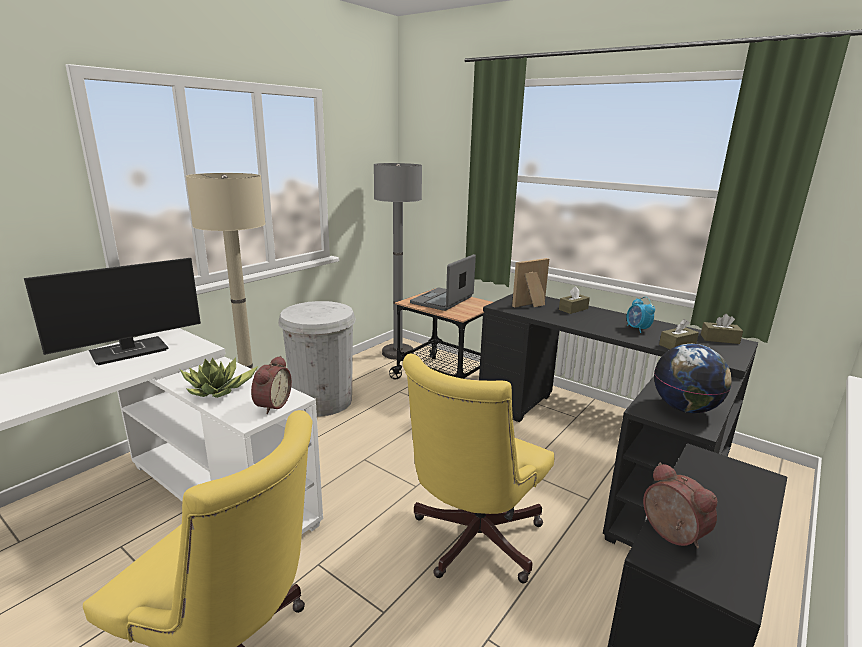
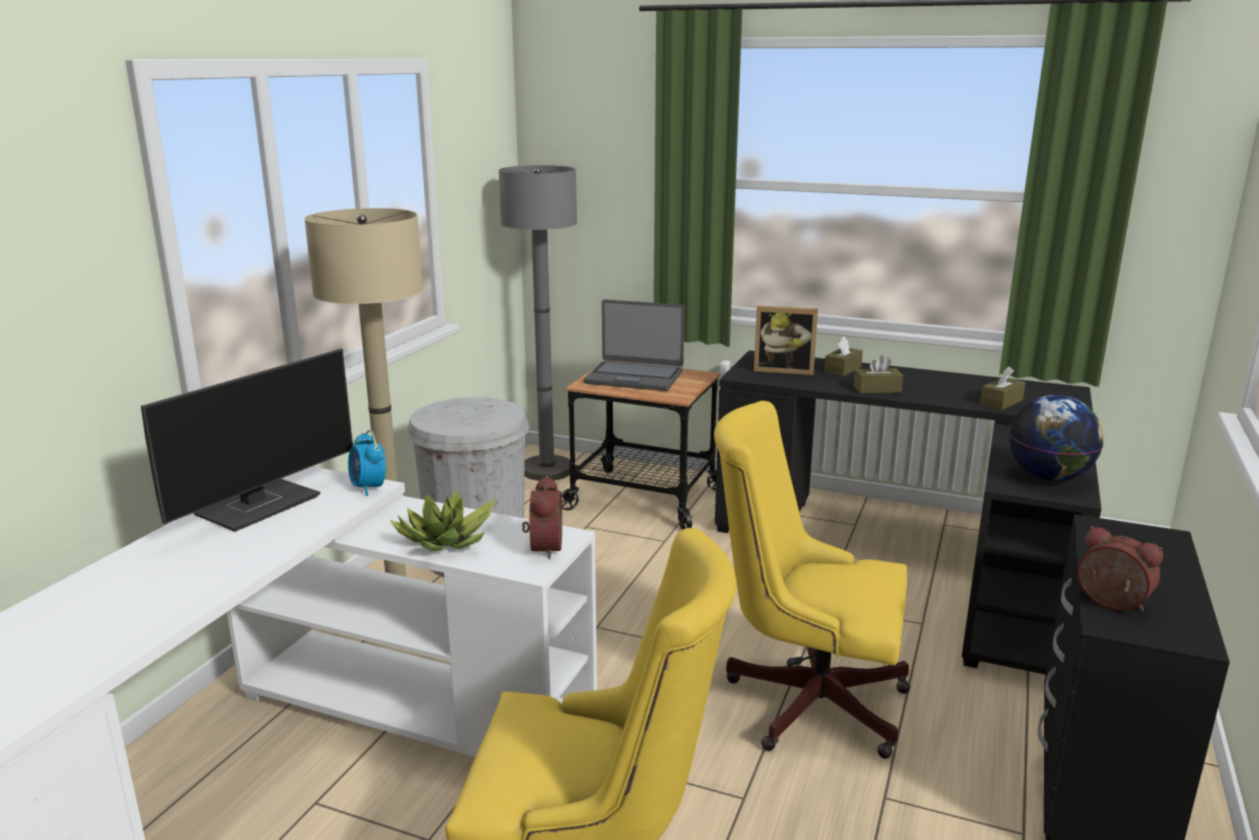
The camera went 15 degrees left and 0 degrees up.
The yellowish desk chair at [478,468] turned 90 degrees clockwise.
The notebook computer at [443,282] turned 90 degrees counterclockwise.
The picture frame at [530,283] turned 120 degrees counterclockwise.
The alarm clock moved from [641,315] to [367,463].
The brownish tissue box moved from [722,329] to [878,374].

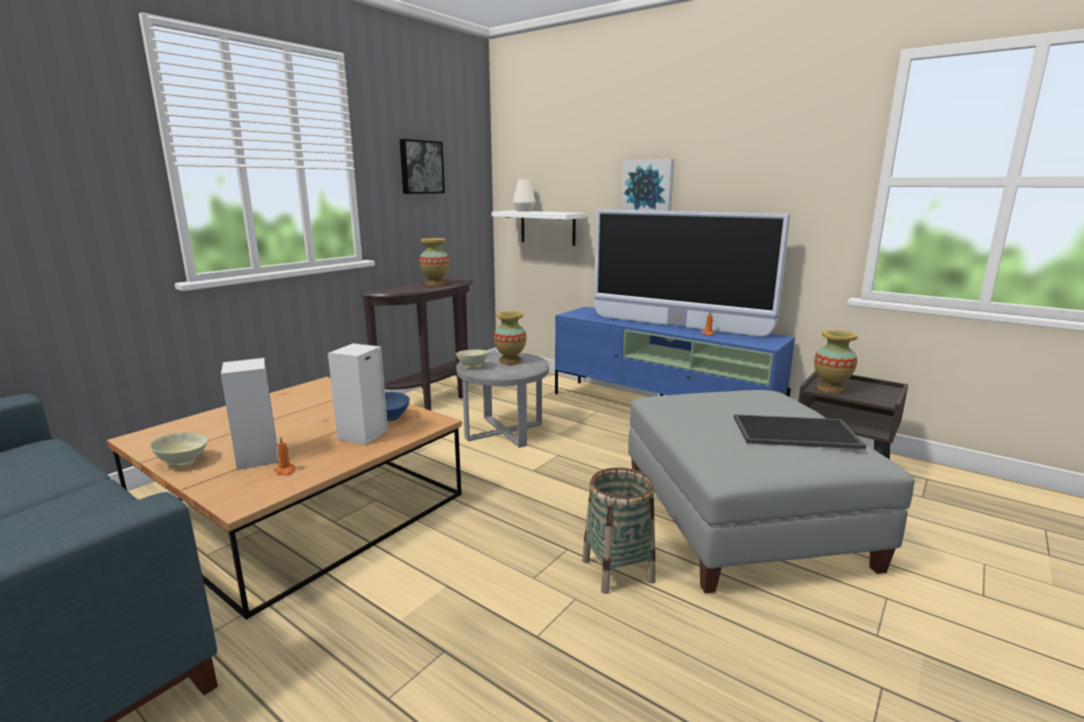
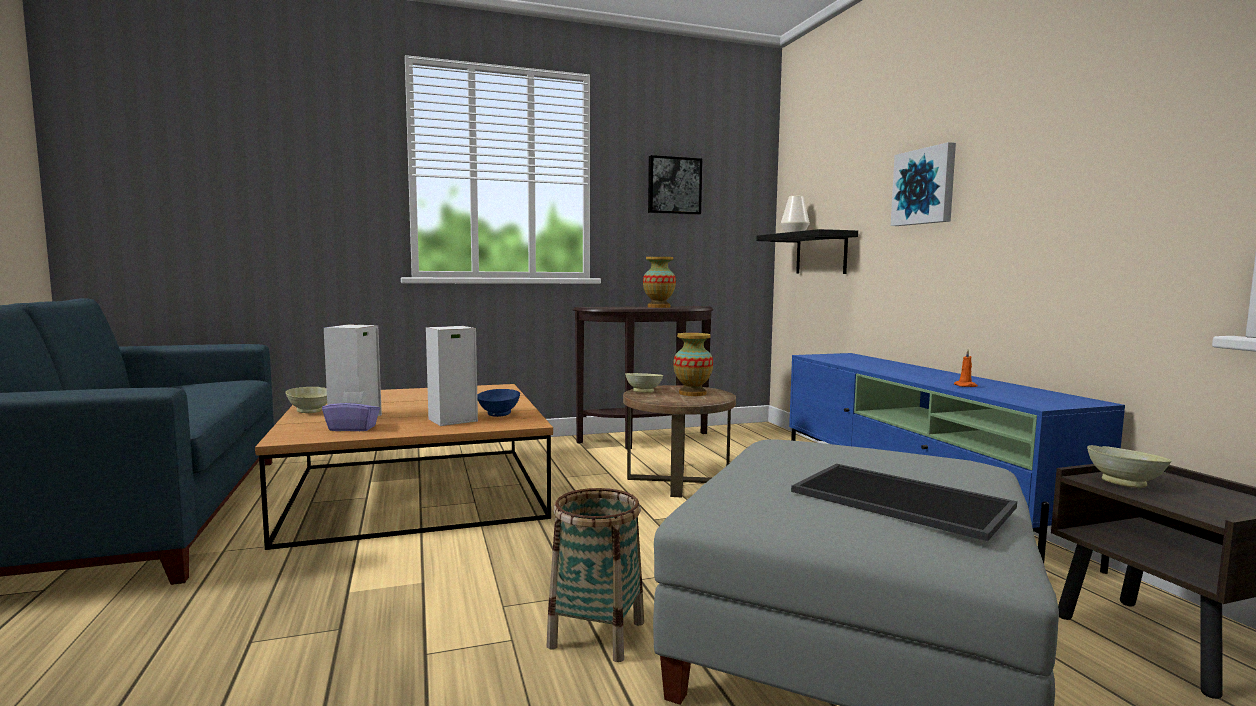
The camera went 35 degrees right and 10 degrees down.
The orange wax candle at [284,456] was replaced by the purple-coloured tissue box at [351,411].
The gray accent table at [502,400] became the brownish accent table at [679,441].
The whitish shelf at [539,228] became the black shelf at [807,251].
The TV set at [692,273] disappeared.
The vase at [836,361] was replaced by the beige bowl at [1129,466].

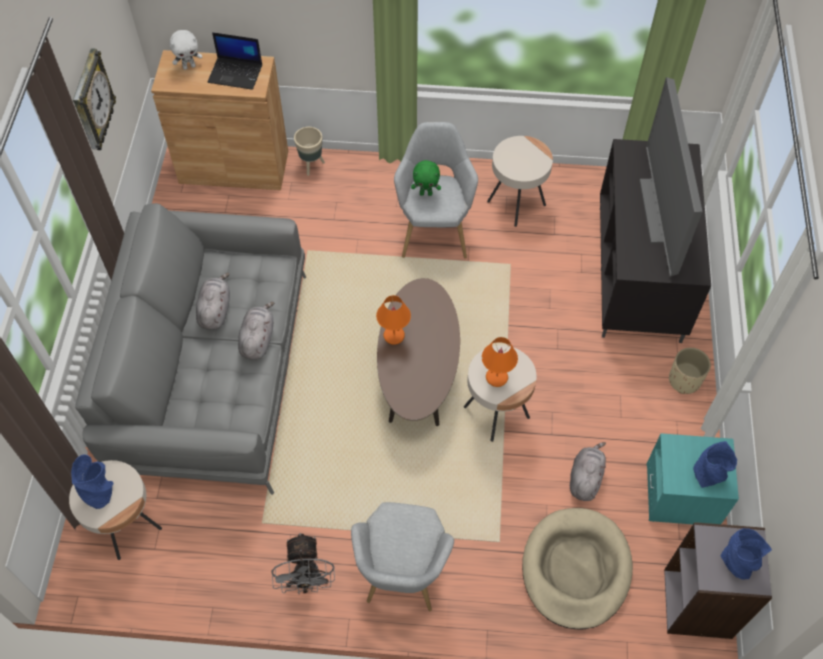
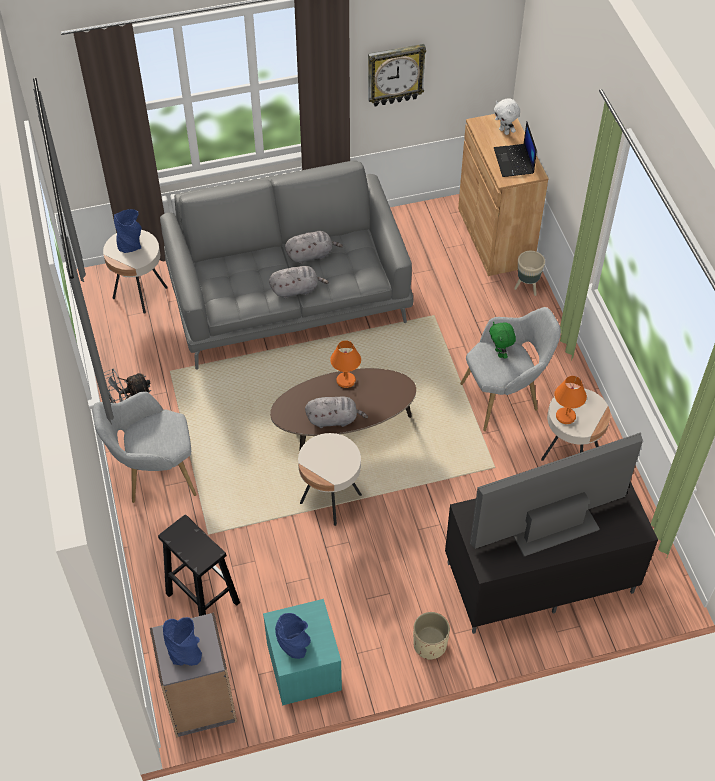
The camera went 70 degrees right and 5 degrees down.
The orange table lamp moved from [500,362] to [570,400].
The beige dog bed at [577,569] was replaced by the black sitting stool at [199,565].
The gray soft toy moved from [588,471] to [336,412].

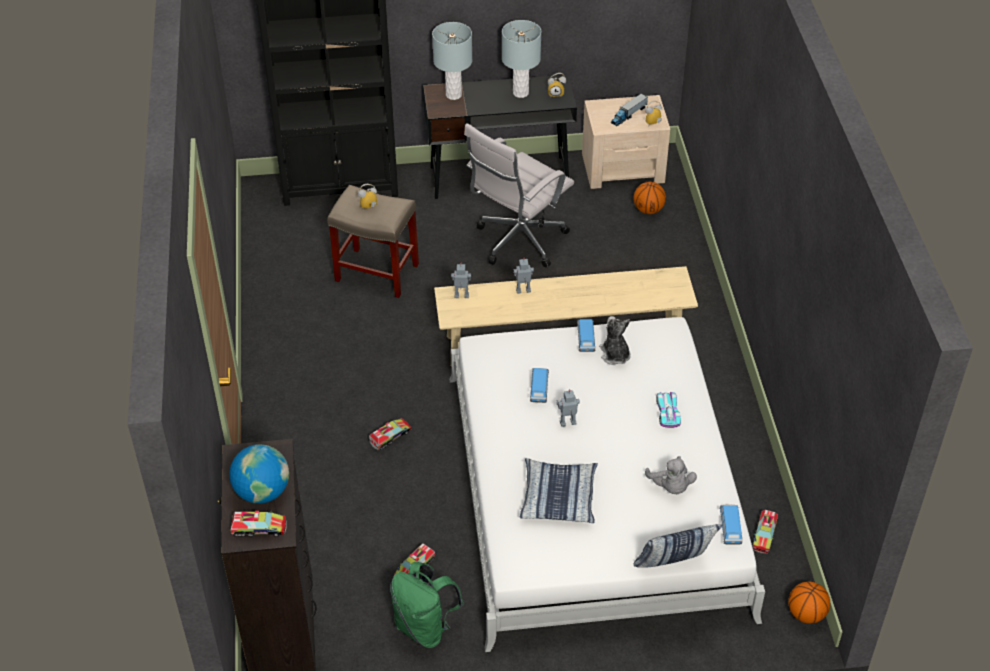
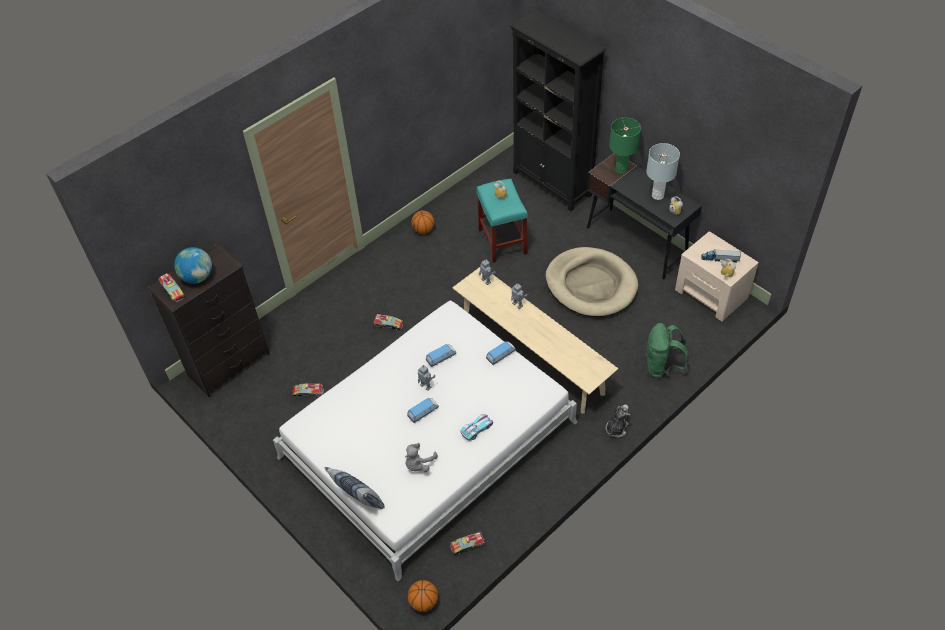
The camera went 55 degrees right and 5 degrees up.
The beige sitting stool at [373,241] became the blue-green sitting stool at [502,221].
The green-coloured backpack moved from [427,605] to [667,350].
The gray table lamp at [452,61] became the green-coloured table lamp at [625,145].
The whitish desk chair at [519,195] was replaced by the beige dog bed at [591,282].
The throw pillow at [559,490] disappeared.
The soft toy moved from [615,340] to [617,421].
The basketball ball moved from [650,198] to [422,222].
The miniature car moved from [731,525] to [423,410].

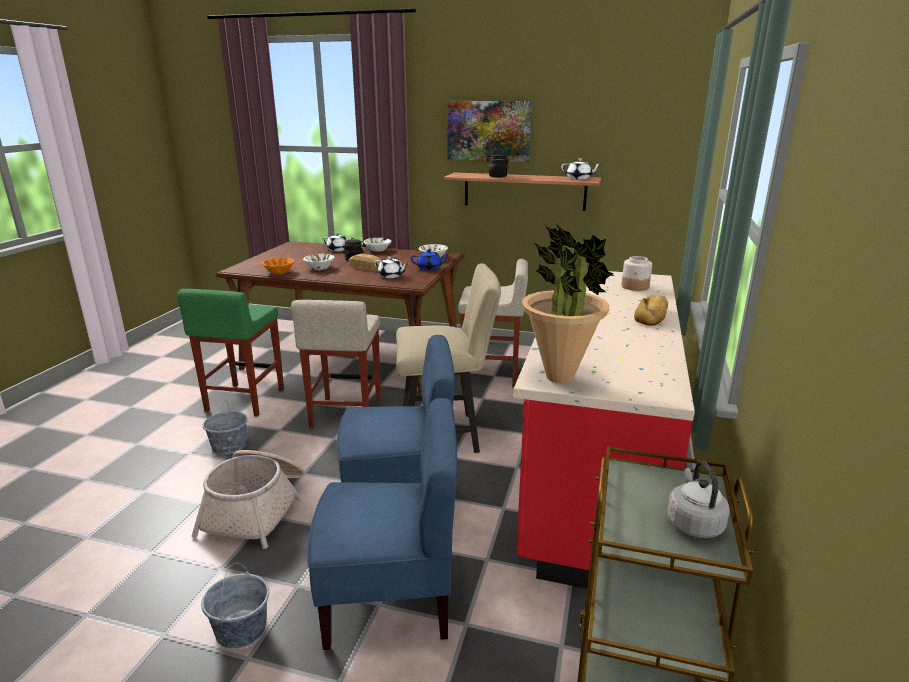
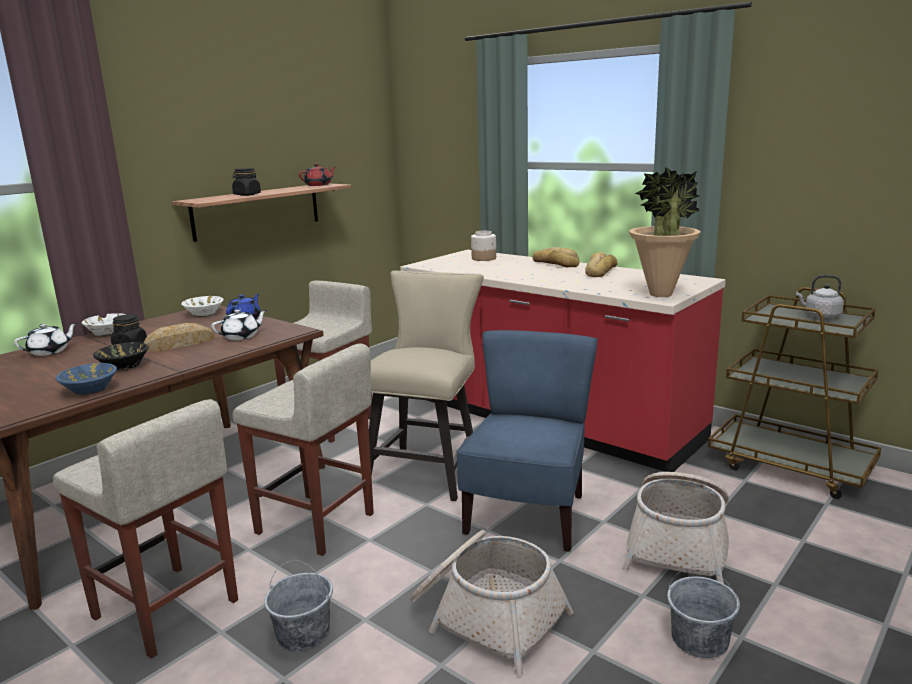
The camera went 65 degrees left and 5 degrees down.
The green-coloured sitting stool at [230,353] became the beige sitting stool at [145,529].
The orange bowl at [278,266] became the blue-coloured bowl at [86,379].
The whitish bowl at [319,262] became the black bowl at [121,356].
The blue-coloured plain chair at [382,524] was replaced by the storage basket at [676,528].
The wall picture at [489,131] disappeared.
The whitish teapot at [580,169] became the red-coloured teapot at [317,175].
The bakery bread at [601,264] appeared.

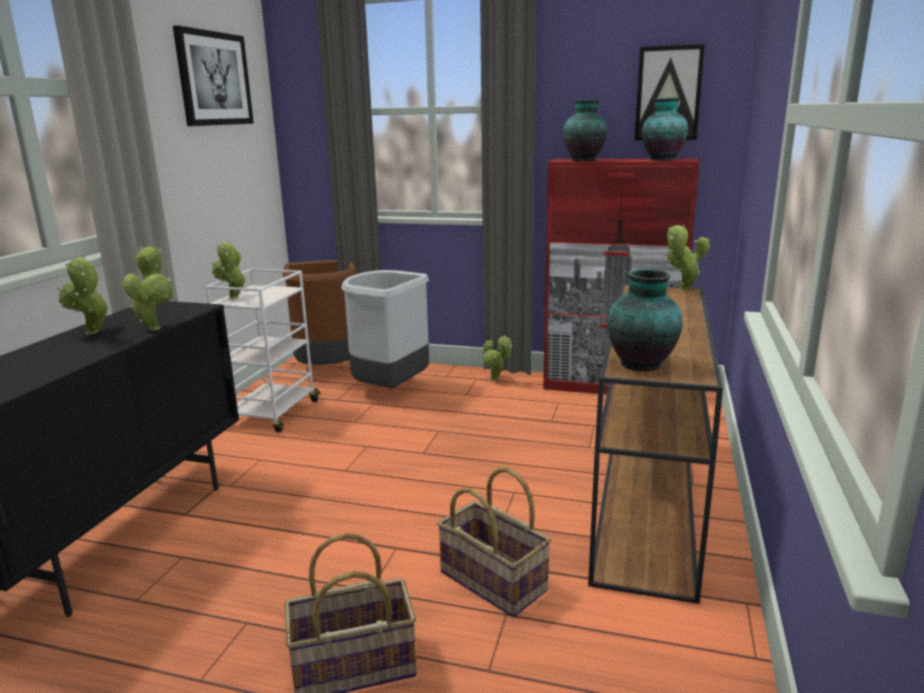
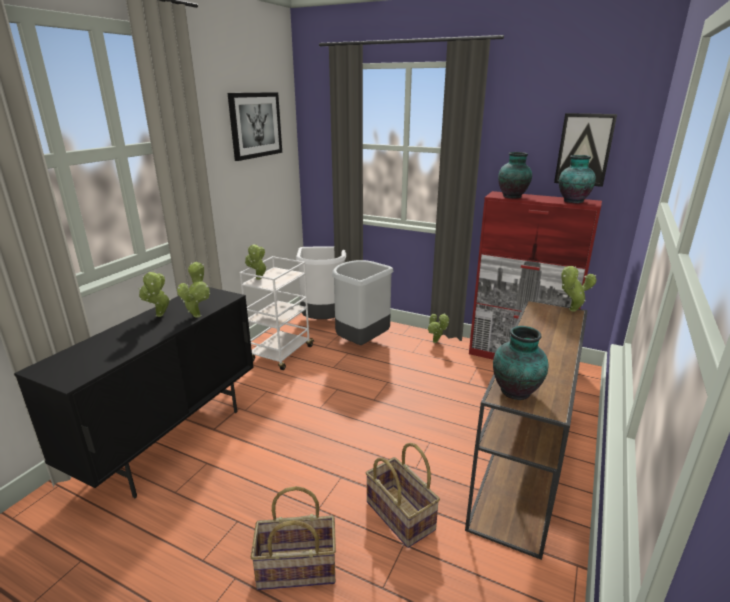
The camera went 10 degrees right and 5 degrees up.
The brownish rubbish bin at [320,312] became the whitish rubbish bin at [321,282].

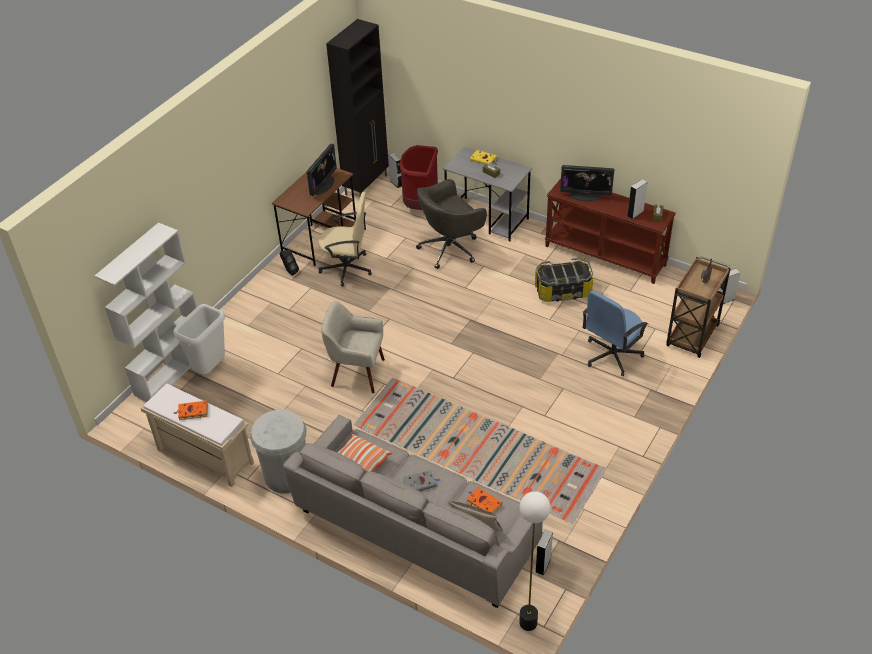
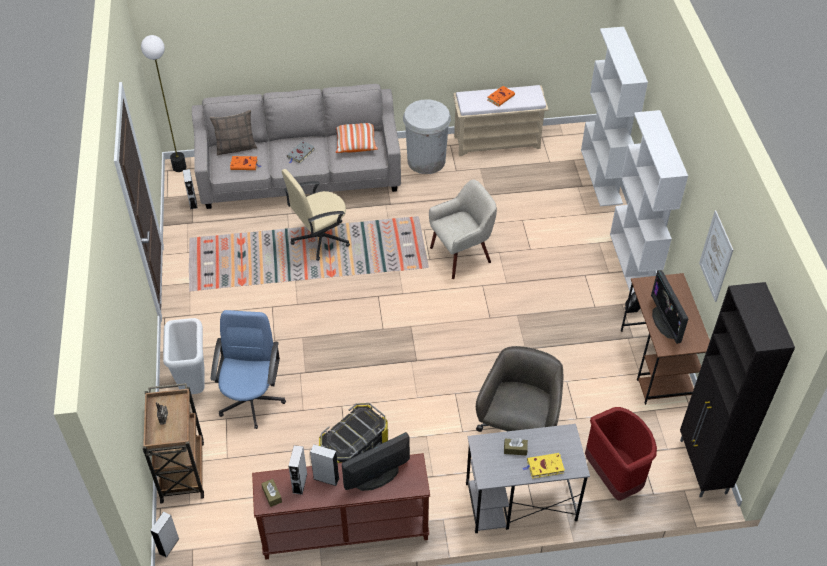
The camera went 140 degrees right and 5 degrees up.
The whitish rubbish bin moved from [199,339] to [184,356].
The beige desk chair moved from [345,239] to [316,215].
The gray loudspeaker moved from [395,170] to [324,465].
The whitish bookshelf at [649,202] appeared.
The wall picture at [716,256] appeared.

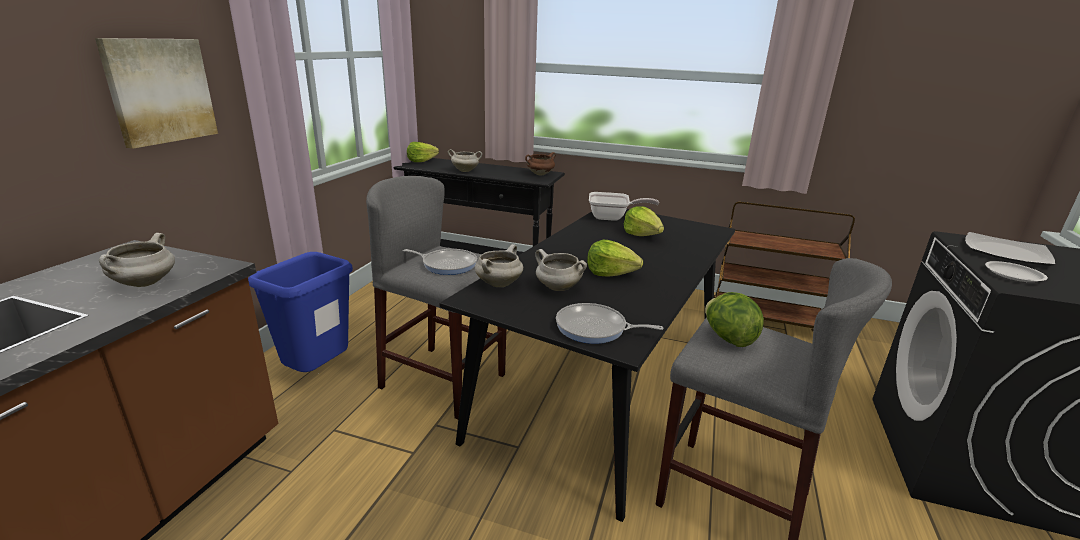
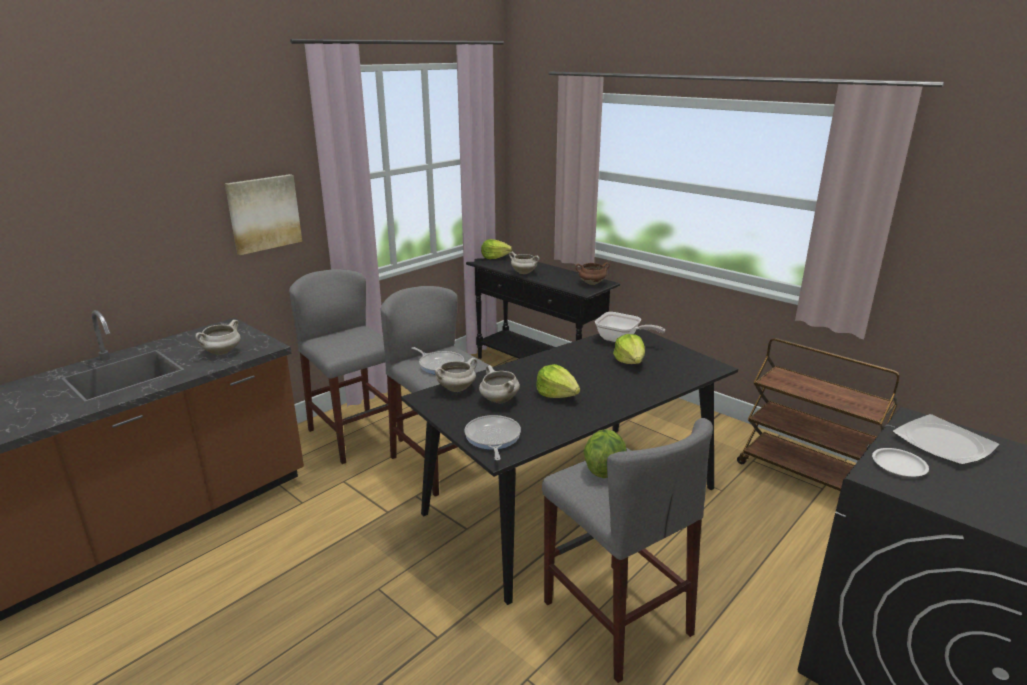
The camera went 25 degrees right and 0 degrees up.
The blue-coloured rubbish bin at [300,312] was replaced by the gray sitting stool at [346,366].
The pan at [610,323] turned 45 degrees clockwise.

